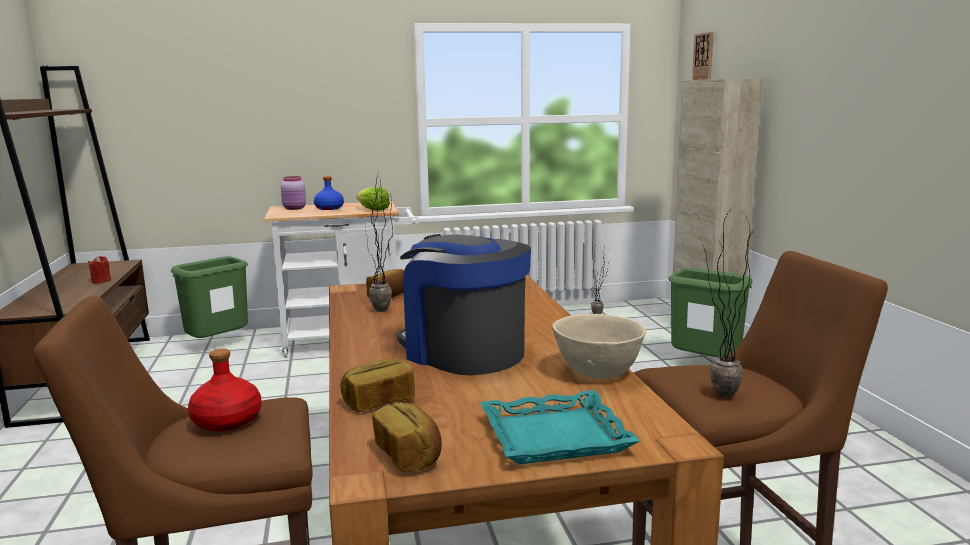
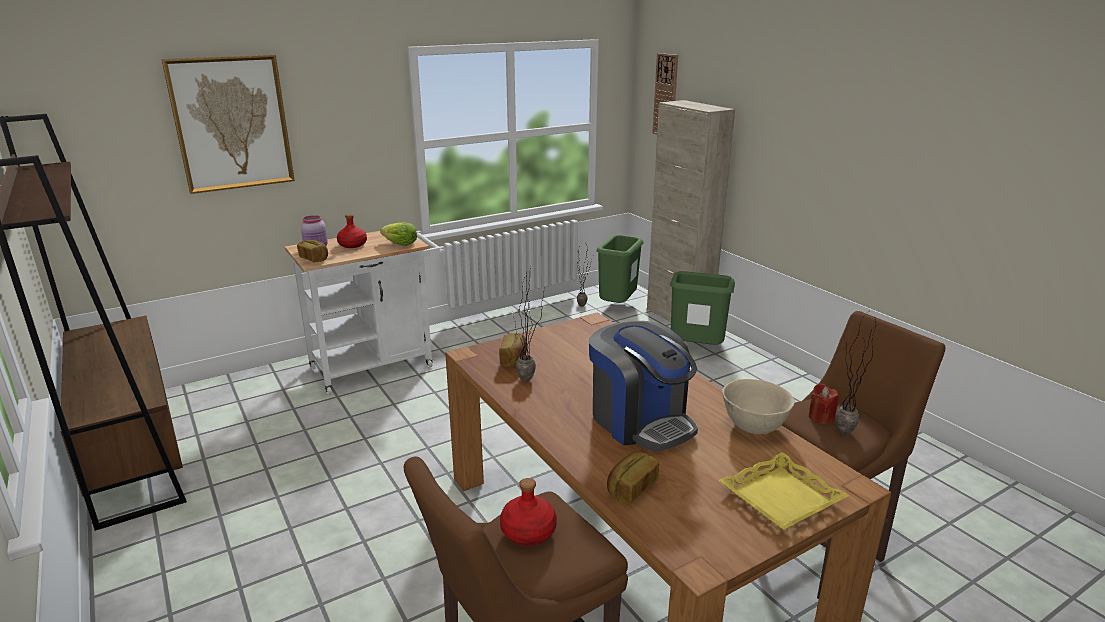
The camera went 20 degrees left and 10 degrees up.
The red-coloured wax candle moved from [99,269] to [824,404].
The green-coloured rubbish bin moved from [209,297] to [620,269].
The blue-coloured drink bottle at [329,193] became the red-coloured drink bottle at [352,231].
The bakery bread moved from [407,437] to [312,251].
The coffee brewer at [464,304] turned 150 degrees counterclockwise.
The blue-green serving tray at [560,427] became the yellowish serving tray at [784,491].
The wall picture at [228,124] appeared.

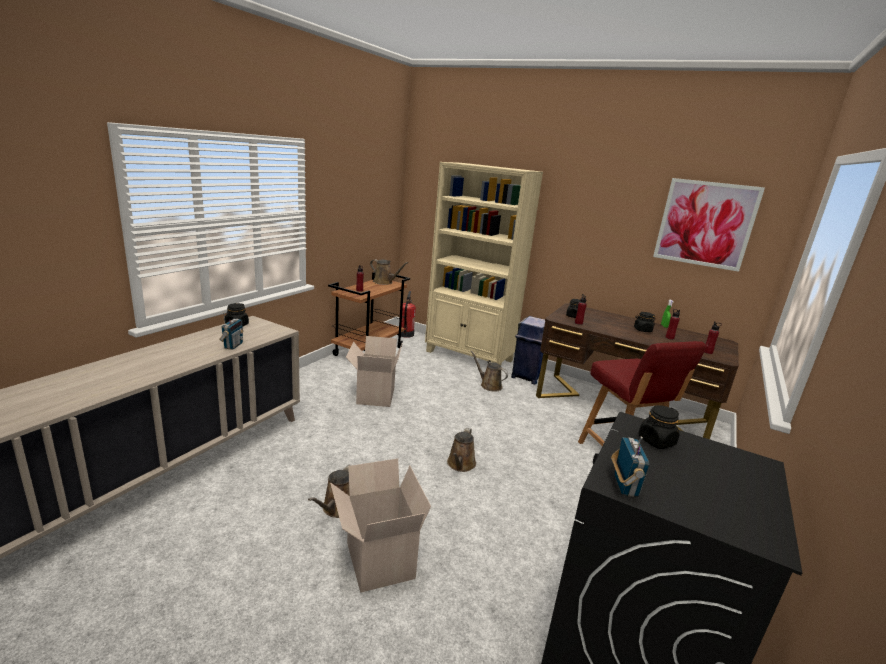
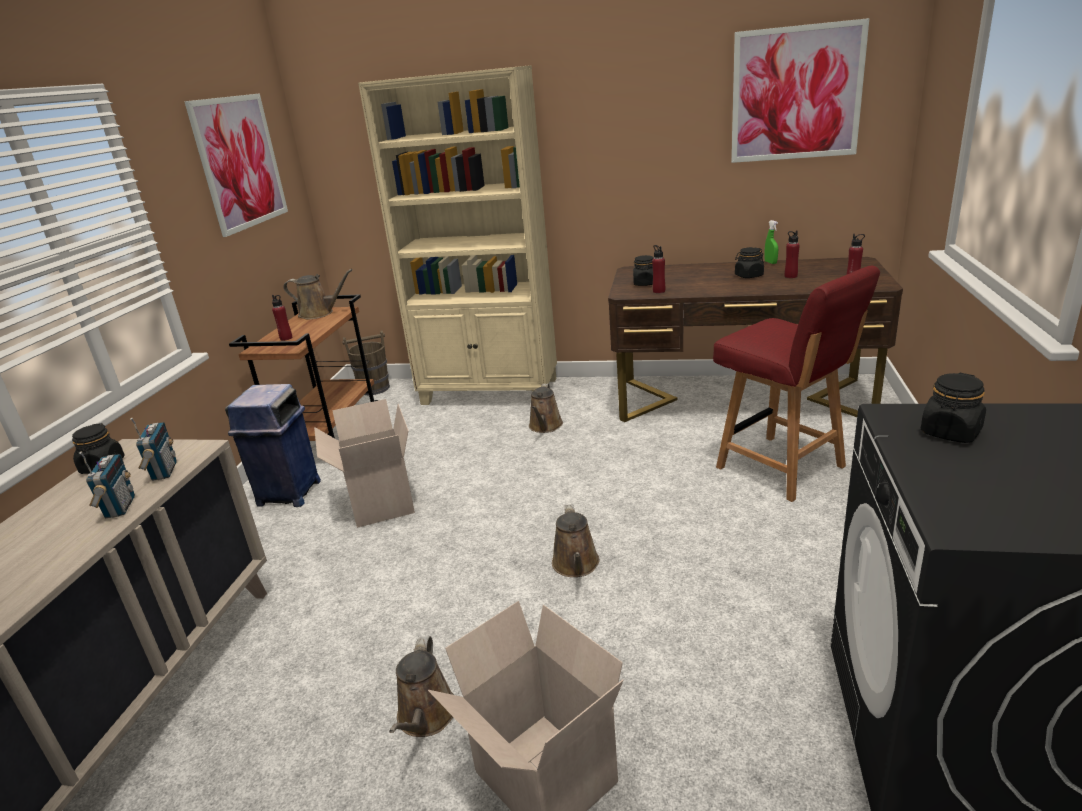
The camera went 15 degrees left and 5 degrees up.
The extinguisher at [407,314] was replaced by the brownish bucket at [366,362].
The brownish watering can at [489,371] turned 105 degrees counterclockwise.
The blue-coloured rubbish bin moved from [528,350] to [273,445].
The radio moved from [630,467] to [153,449].
The wall picture at [236,165] appeared.

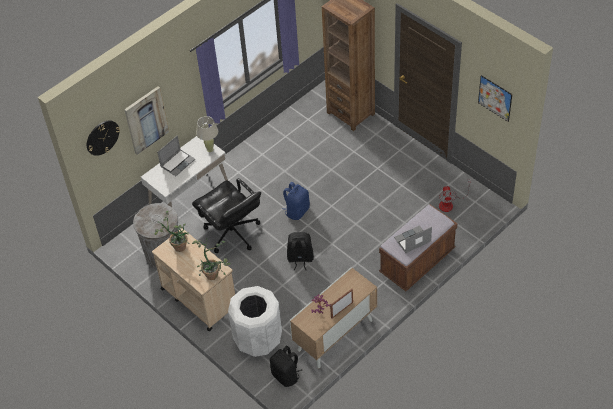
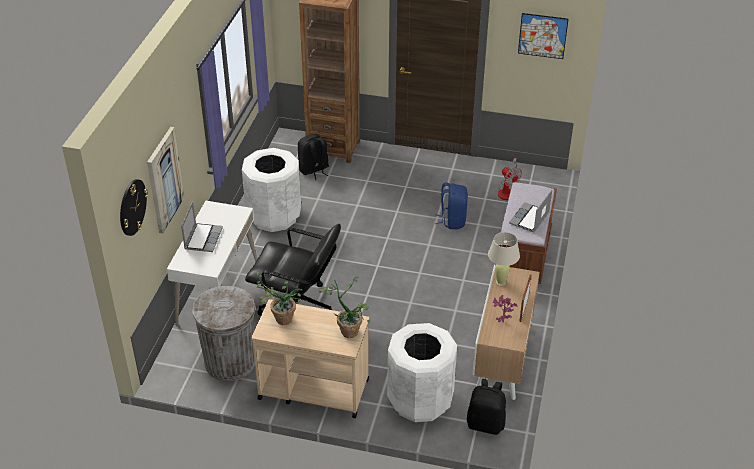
The camera went 35 degrees left and 10 degrees down.
The beige table lamp moved from [207,134] to [504,259].
The blue-coloured backpack moved from [296,201] to [451,205].
The black backpack moved from [300,251] to [313,157].
The whitish rubbish bin at [271,190] appeared.

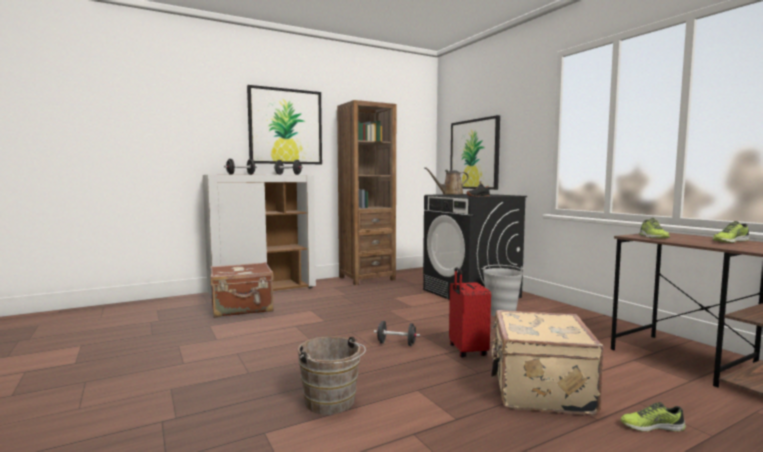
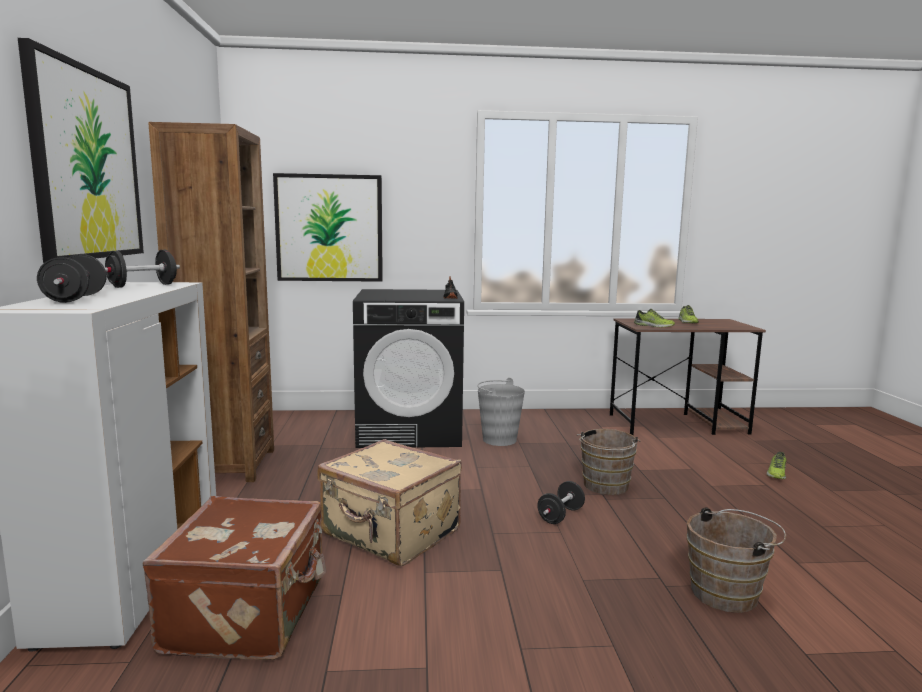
The camera went 65 degrees left and 5 degrees up.
The brownish watering can at [446,181] disappeared.
The red-coloured travel case at [470,312] was replaced by the brownish bucket at [608,462].
The beige travel case moved from [547,362] to [390,502].

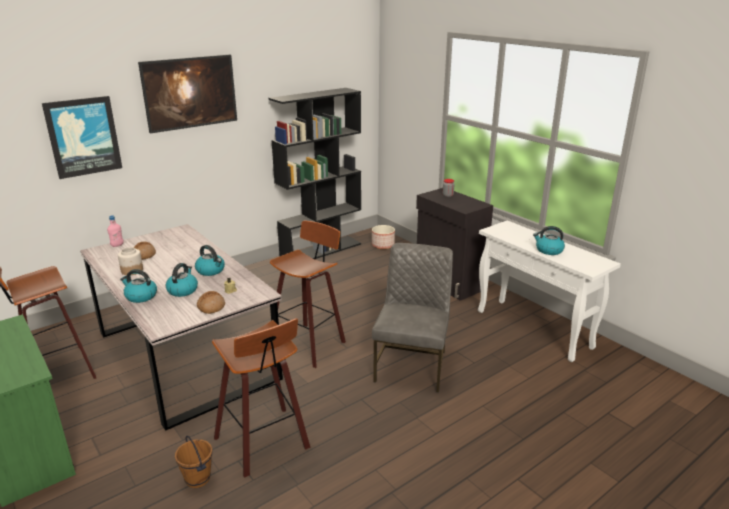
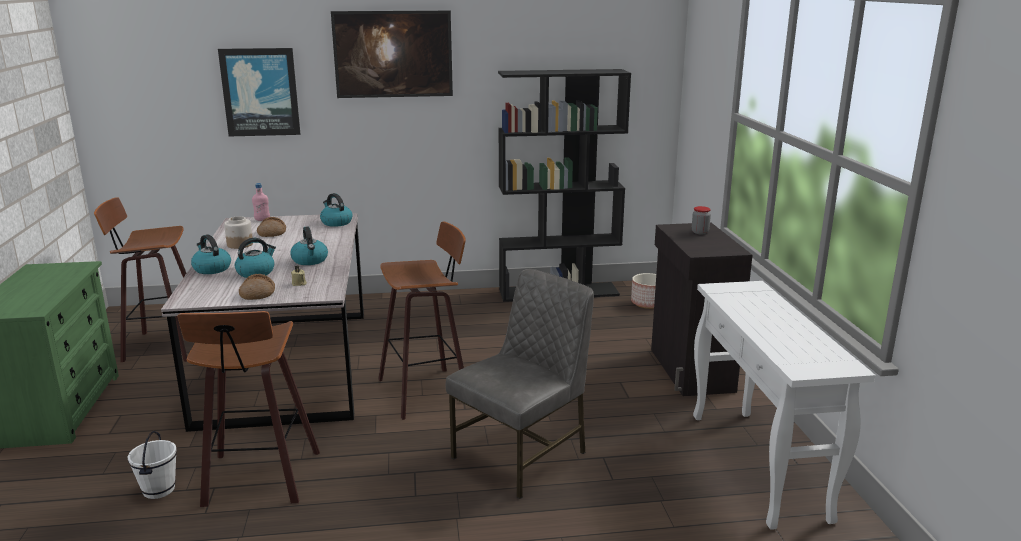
The camera went 30 degrees right and 5 degrees down.
The brownish bucket at [193,462] became the whitish bucket at [152,465].
The kettle moved from [549,240] to [336,210].

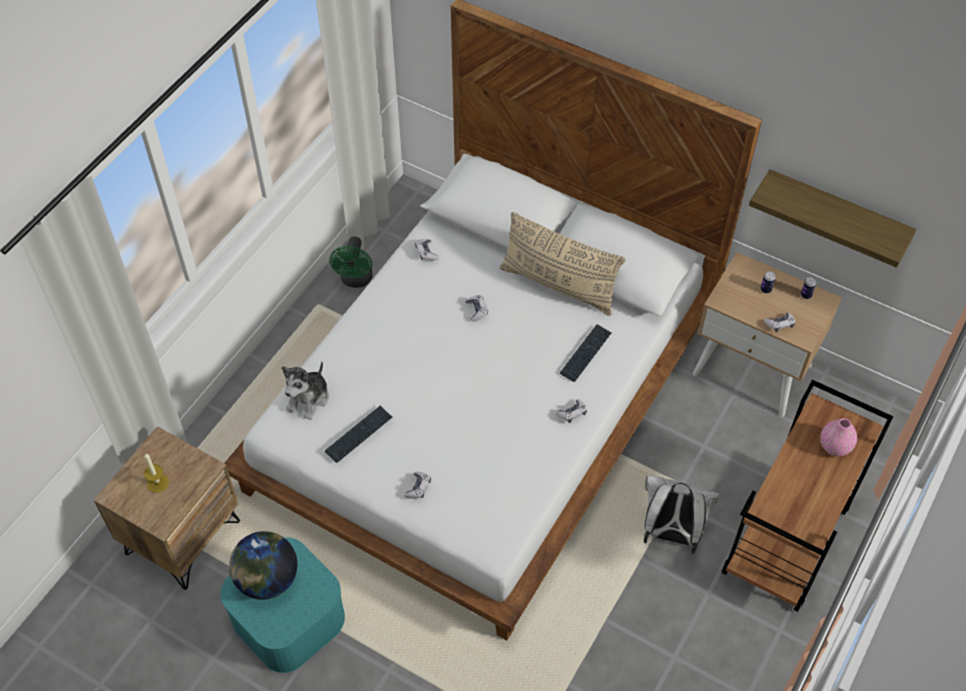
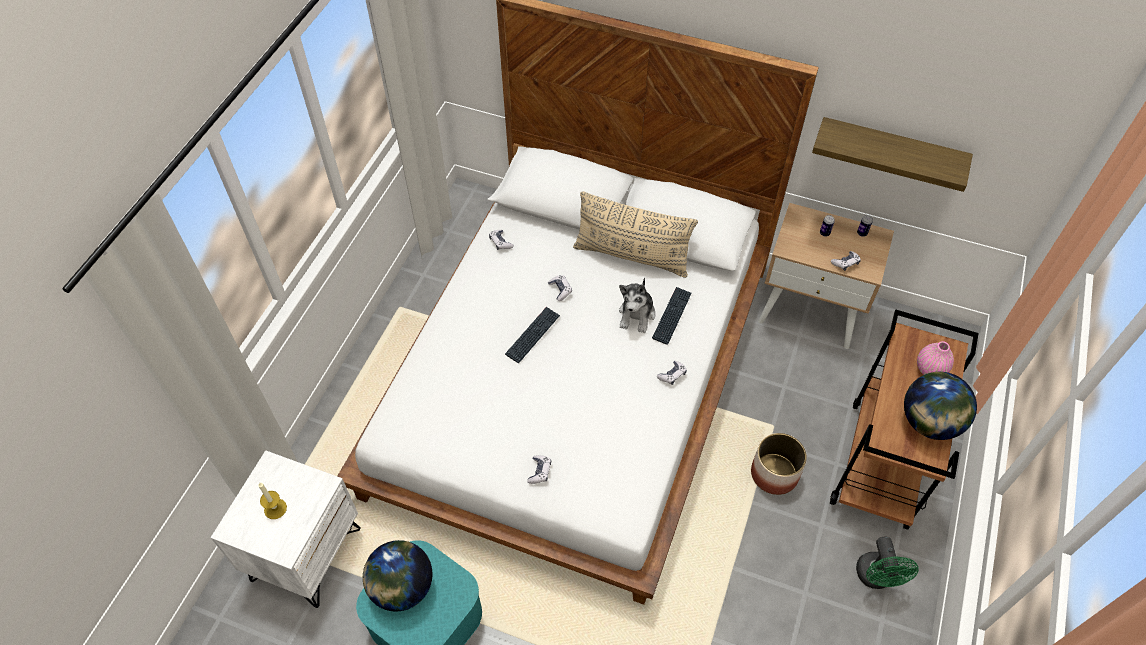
The camera went 10 degrees left and 0 degrees up.
The brownish nightstand at [167,508] became the whitish nightstand at [286,529].
The soft toy moved from [305,390] to [637,305].
The PC keyboard moved from [358,434] to [532,335].
The green-coloured electric fan moved from [350,262] to [887,563].
The whitish backpack at [681,515] was replaced by the plant pot at [779,464].
The world globe at [940,406] appeared.

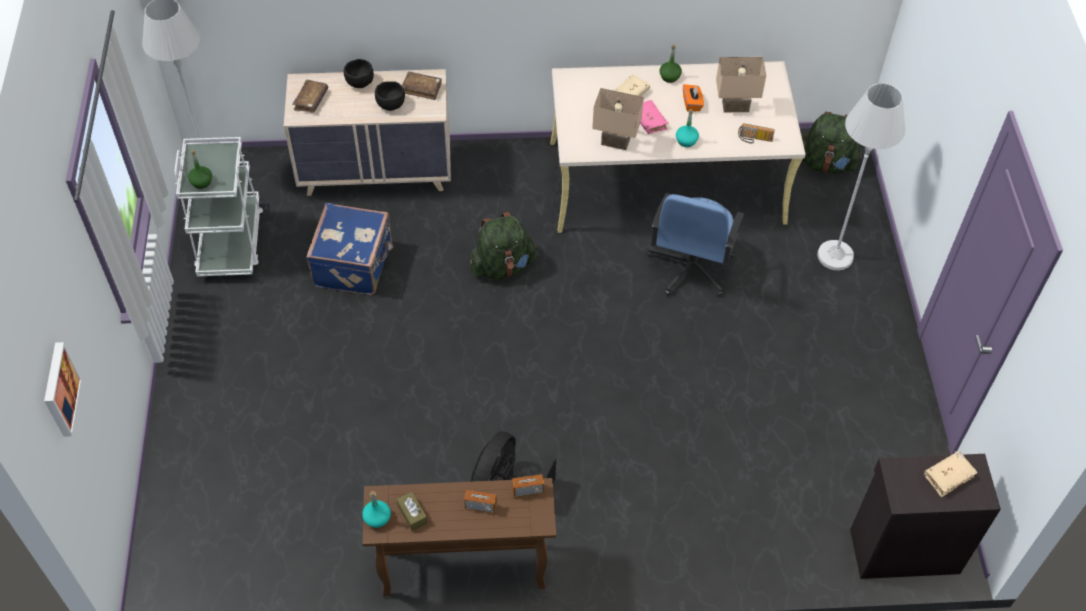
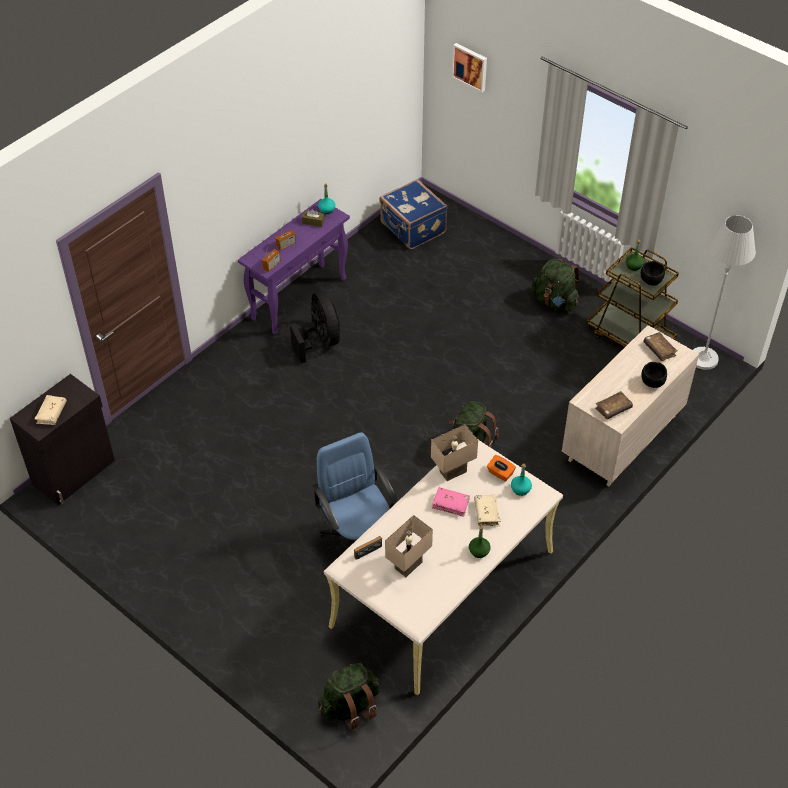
The camera went 135 degrees right and 5 degrees down.
The whitish cart at [219,207] became the brownish cart at [632,297].
The blue-coloured travel case moved from [349,249] to [413,214].
The brownish console table at [459,537] became the purple-coloured console table at [294,267].
The black bowl moved from [390,96] to [653,273].
The blue-green drink bottle moved from [687,128] to [521,480].
The orange tissue box moved from [693,98] to [501,468].
The whitish floor lamp at [861,176] disappeared.
The green-coloured backpack at [556,285] appeared.

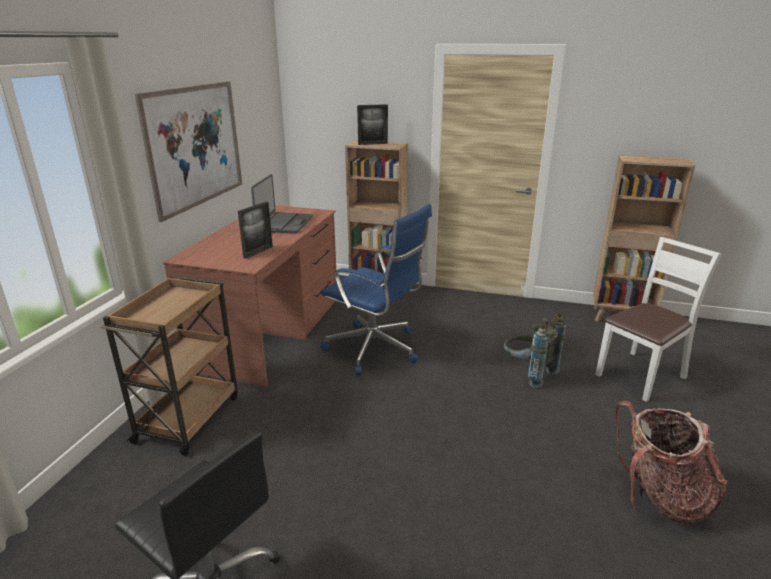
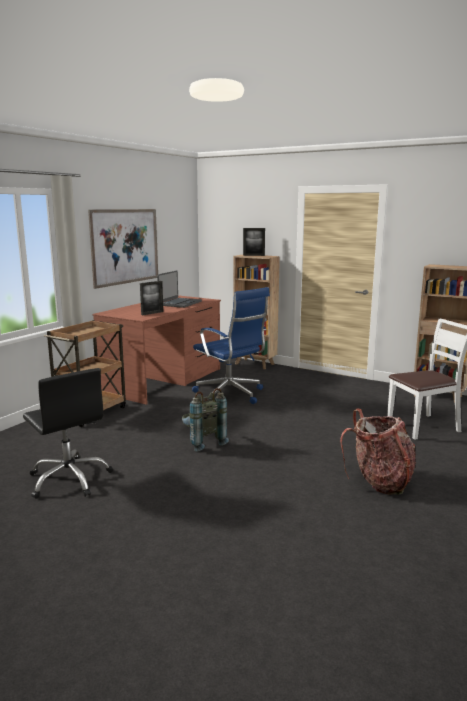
The camera went 15 degrees right and 10 degrees down.
The gray backpack moved from [535,350] to [205,420].

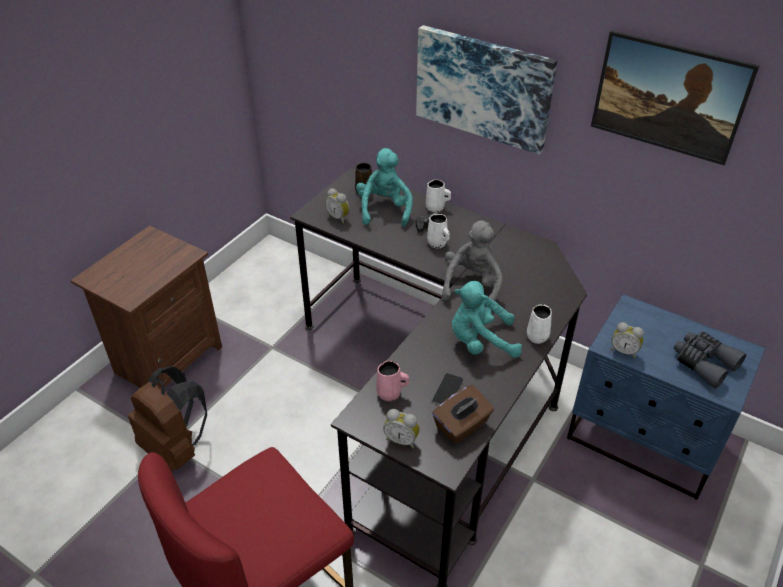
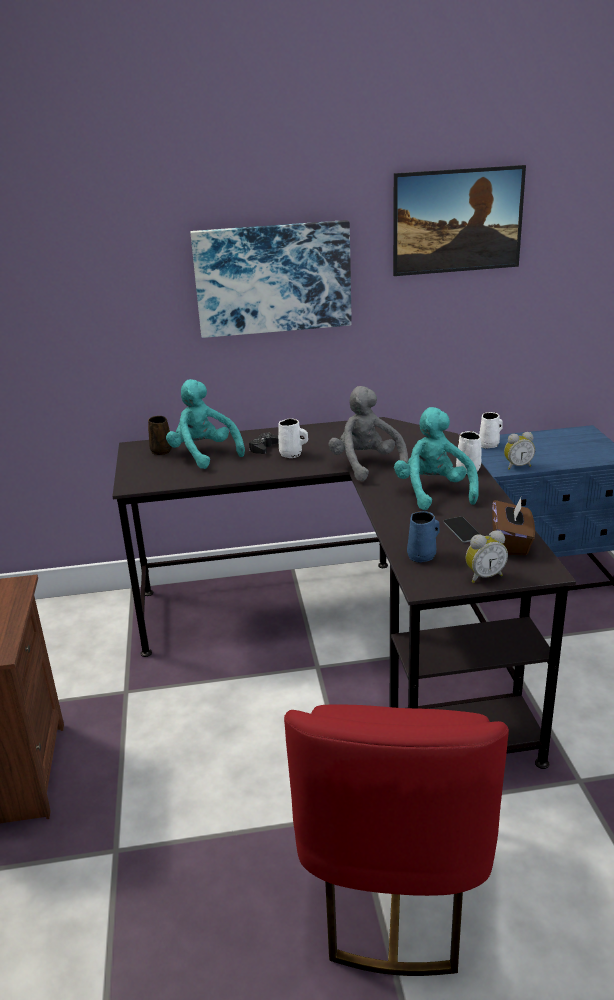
The camera went 40 degrees left and 15 degrees down.
The brownish backpack at [167,418] disappeared.
The alarm clock at [337,206] disappeared.
The pinkish tea mug at [392,380] became the blue-coloured tea mug at [423,537].
The whitish tea mug moved from [438,196] to [491,430].
The blue-green soft toy at [487,319] turned 120 degrees clockwise.
The gray pair of binoculars at [710,360] disappeared.

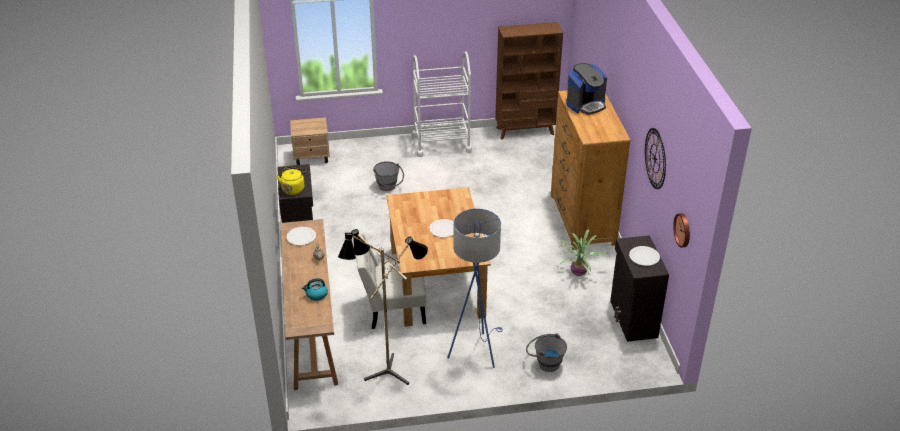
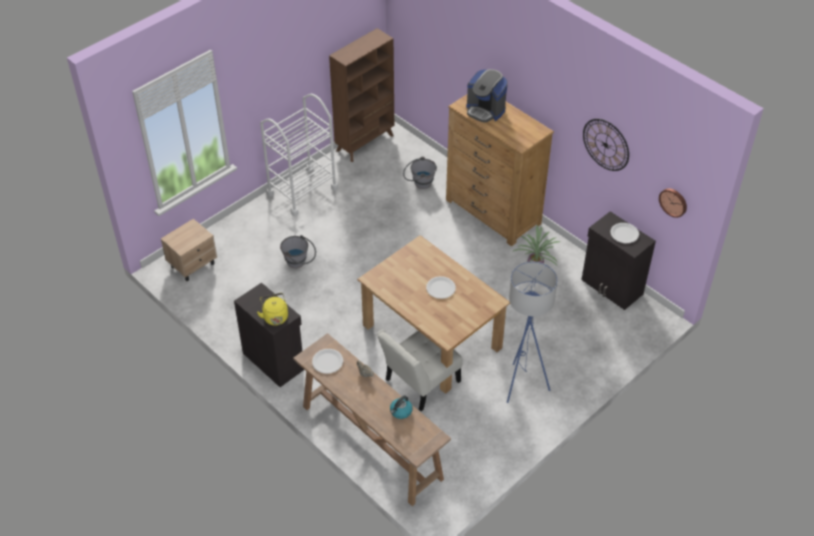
The camera went 35 degrees left and 10 degrees up.
The floor lamp at [383,307] disappeared.
The gray bucket moved from [546,352] to [420,173].
The coffee brewer at [586,89] turned 105 degrees clockwise.

